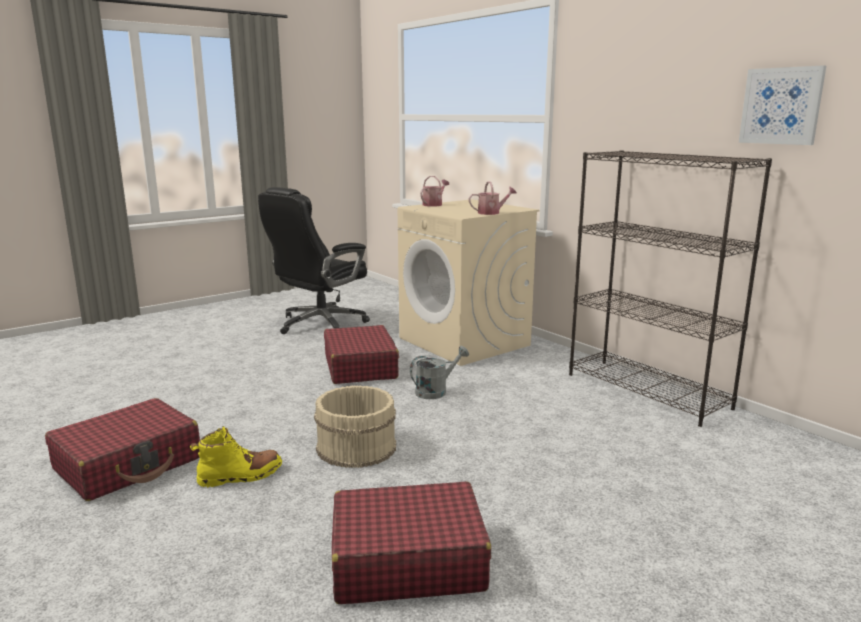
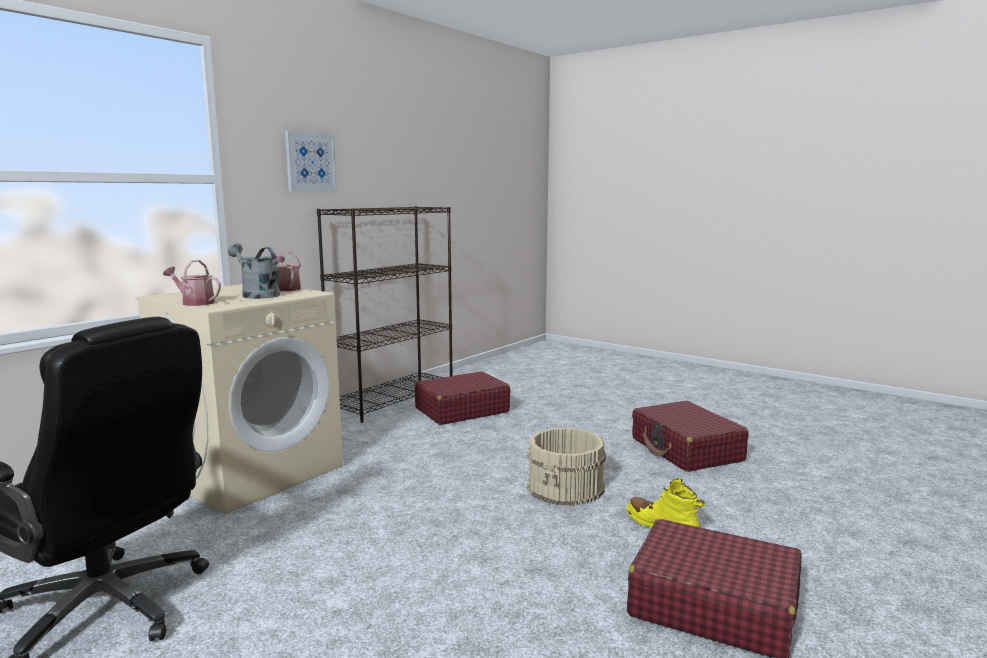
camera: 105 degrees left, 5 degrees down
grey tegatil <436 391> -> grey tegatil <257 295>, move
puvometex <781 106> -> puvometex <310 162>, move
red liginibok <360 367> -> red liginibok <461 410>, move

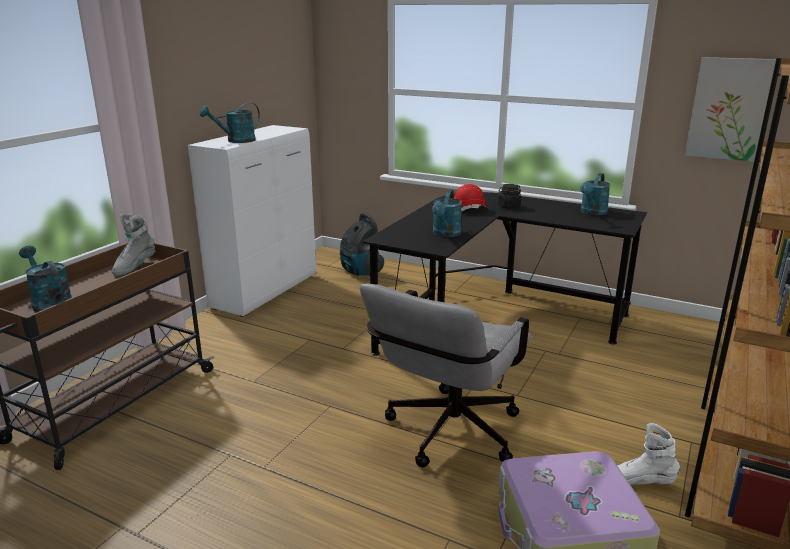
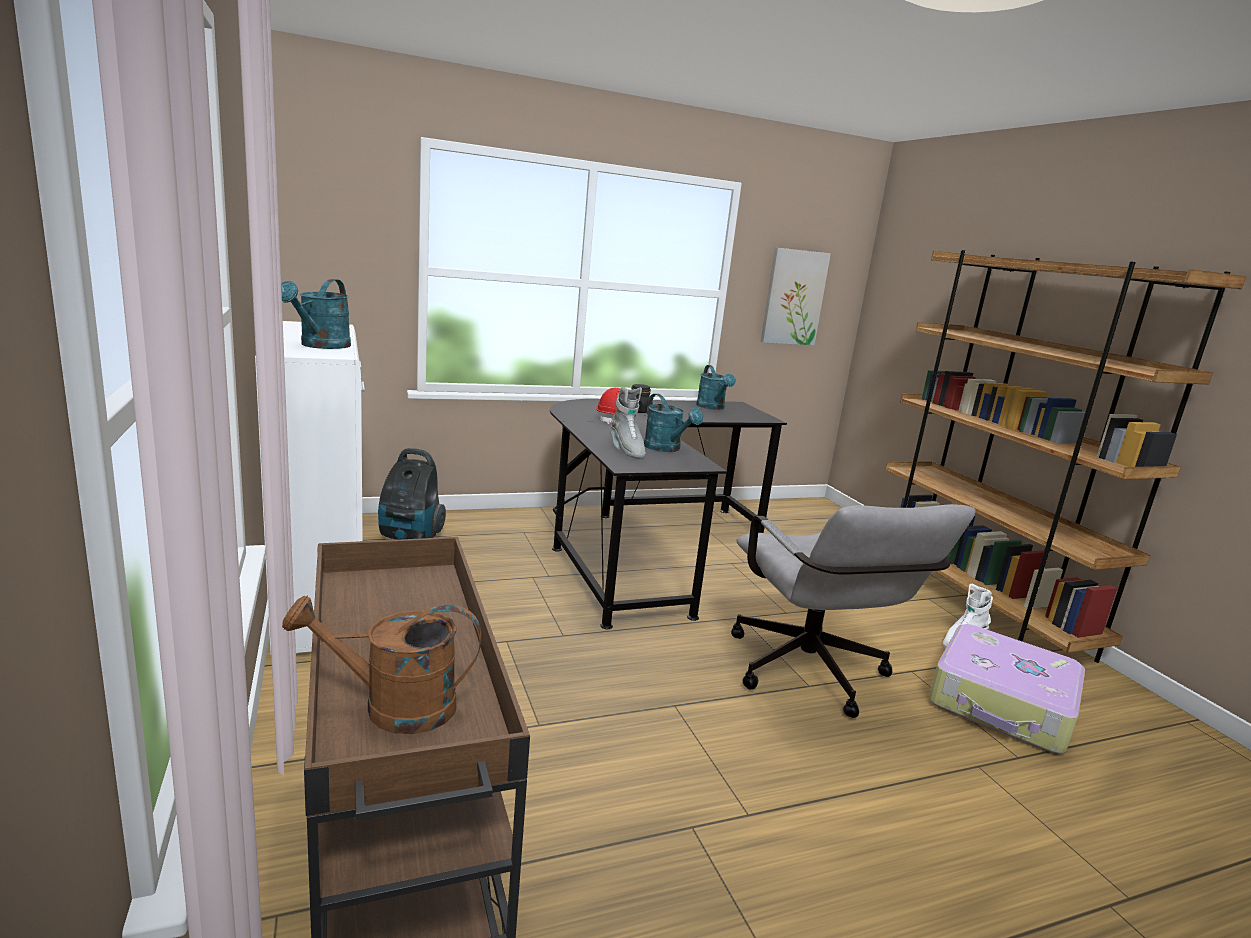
camera: 50 degrees left, 5 degrees down
turquoise tegatil <49 303> -> brown tegatil <393 707>
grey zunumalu <134 267> -> grey zunumalu <626 450>, move

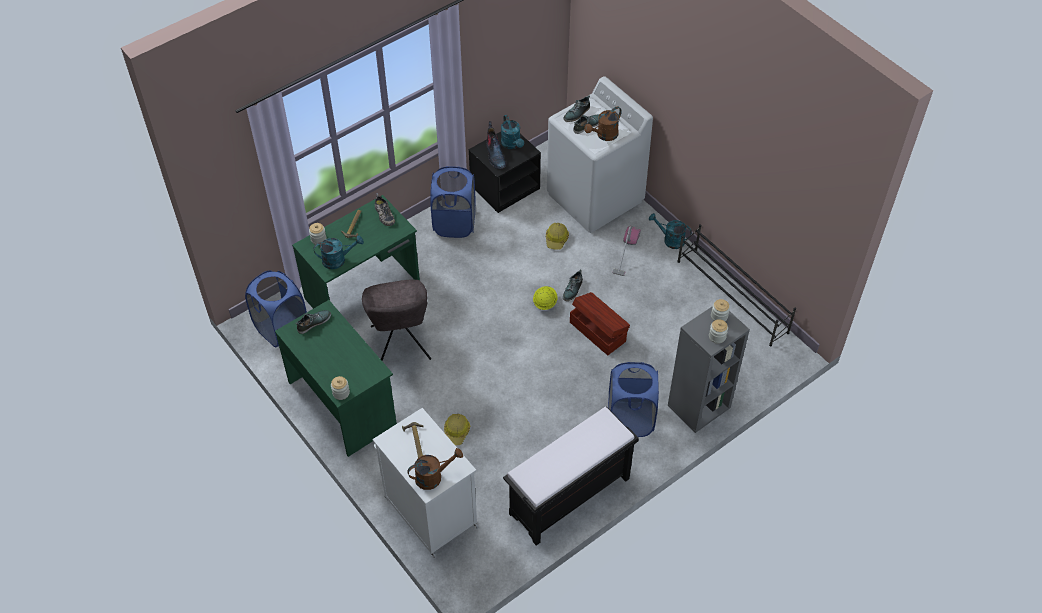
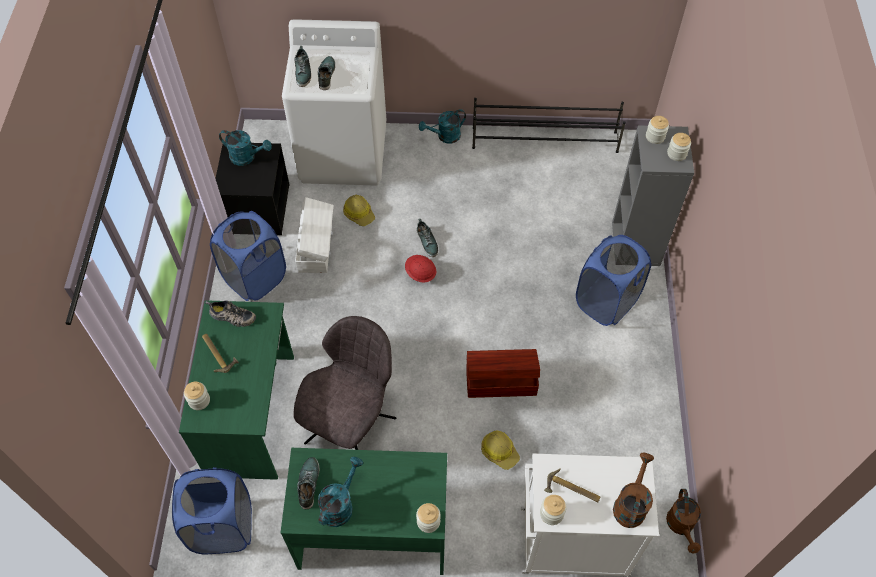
camera: 50 degrees left, 5 degrees up
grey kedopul <401 345> -> grey kedopul <353 428>, 90 degrees counterclockwise
none -> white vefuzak <316 246>
turquoise tegatil <338 260> -> turquoise tegatil <340 504>, move
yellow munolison <545 302> -> red munolison <420 273>
brown vefuzak <597 331> -> brown vefuzak <500 381>, move
none -> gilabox <551 513>
brown tegatil <604 135> -> brown tegatil <681 526>, move
zunumalu <495 155> -> none
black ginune <569 497> -> none
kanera <626 253> -> none

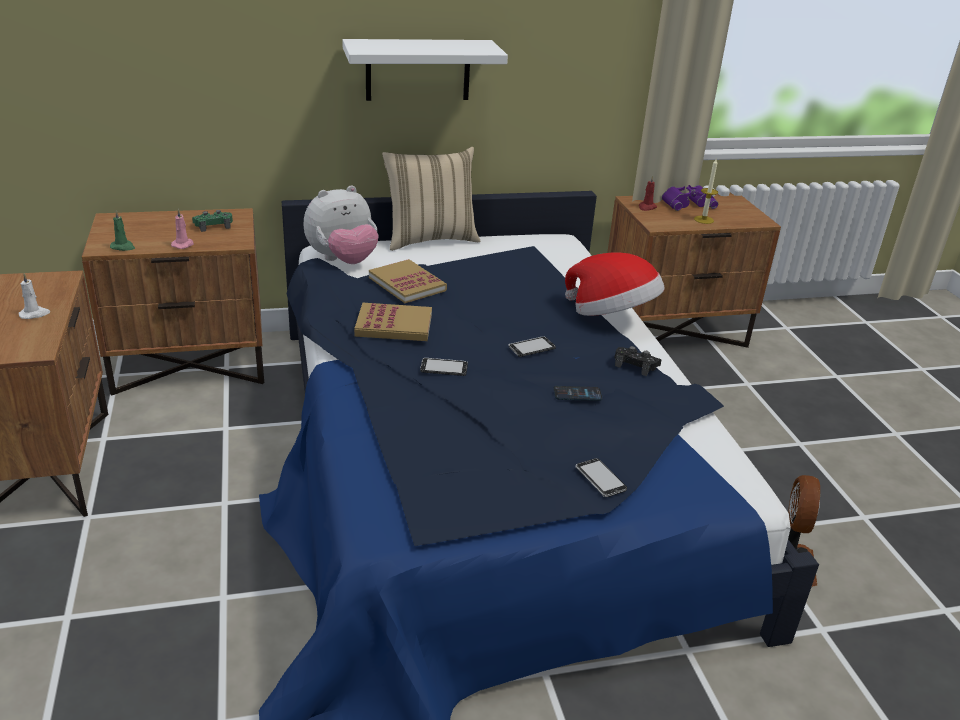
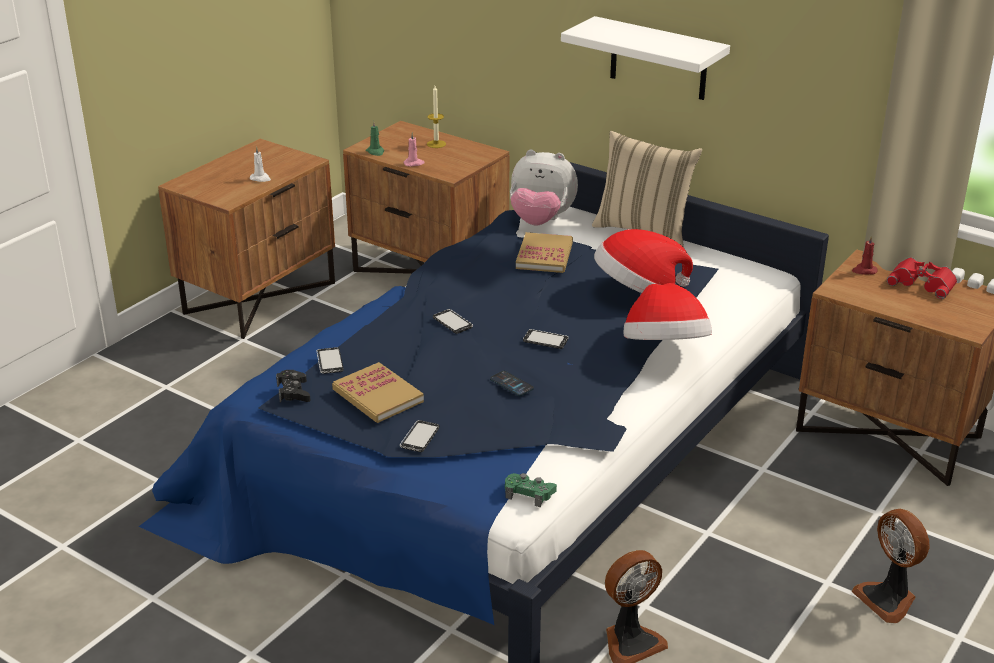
camera: 50 degrees right, 0 degrees up
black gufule <636 365> -> black gufule <293 392>, move
none -> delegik <330 362>
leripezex <394 325> -> leripezex <377 396>, move
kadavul <703 220> -> kadavul <436 144>, move
green gufule <213 225> -> green gufule <529 493>, move
none -> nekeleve <638 291>
none -> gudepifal <888 599>
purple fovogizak <686 202> -> red fovogizak <923 282>

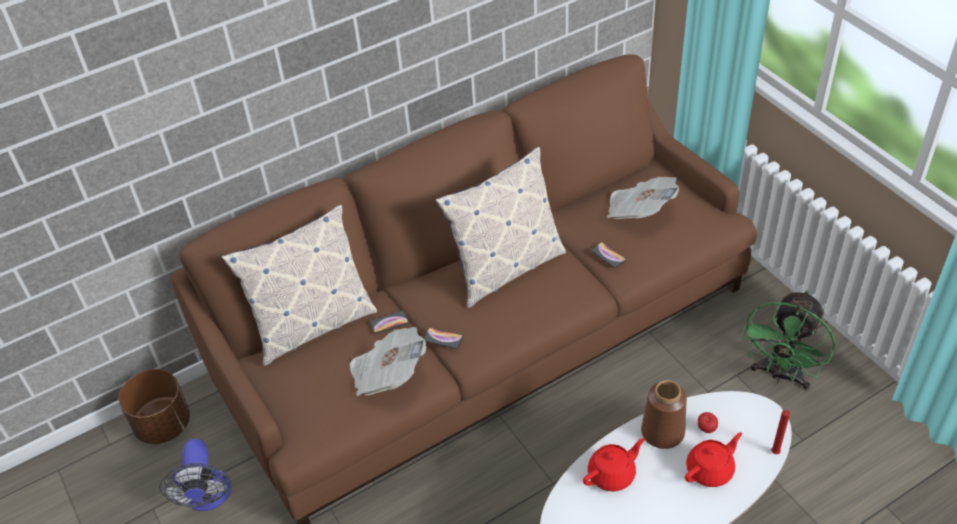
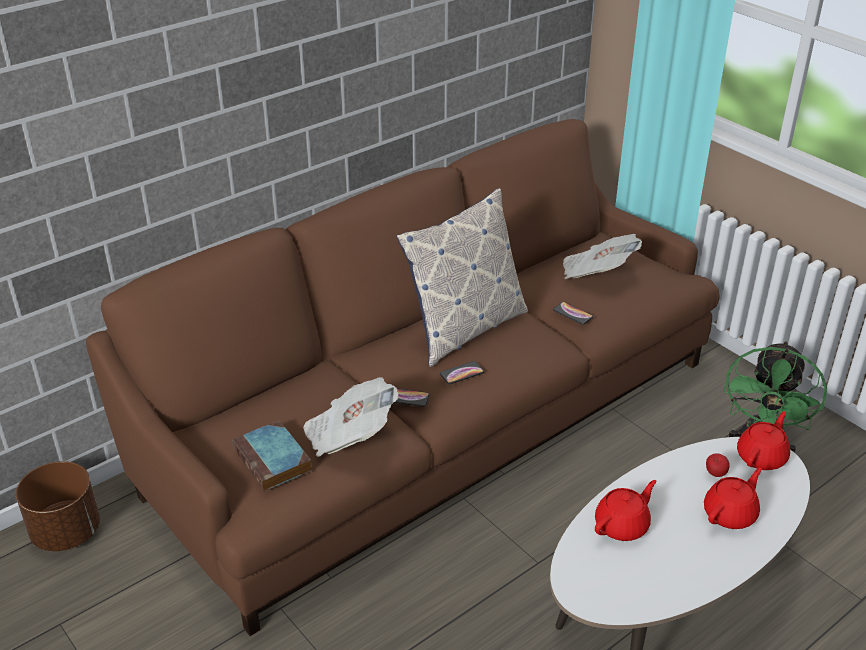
camera: 10 degrees left, 10 degrees down
none -> leripezex <273 461>
delegik <389 322> -> delegik <462 373>, move
none -> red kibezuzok <762 457>
gudepifal <208 498> -> none
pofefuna <312 325> -> none
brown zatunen <662 432> -> none
red kadavul <773 451> -> none

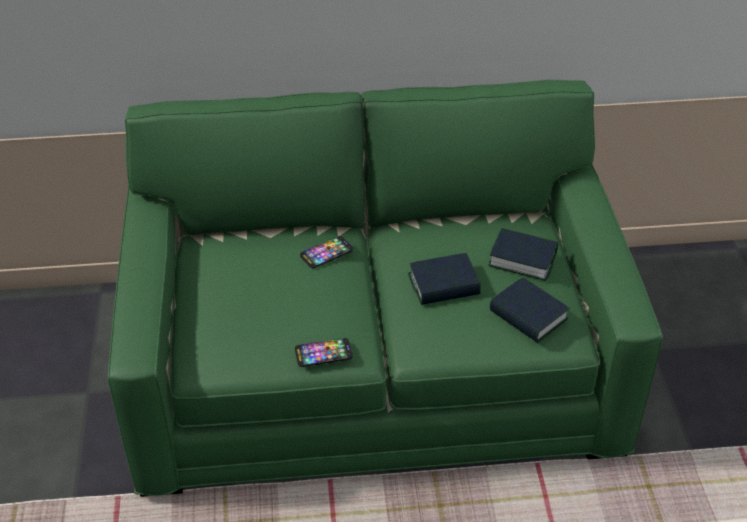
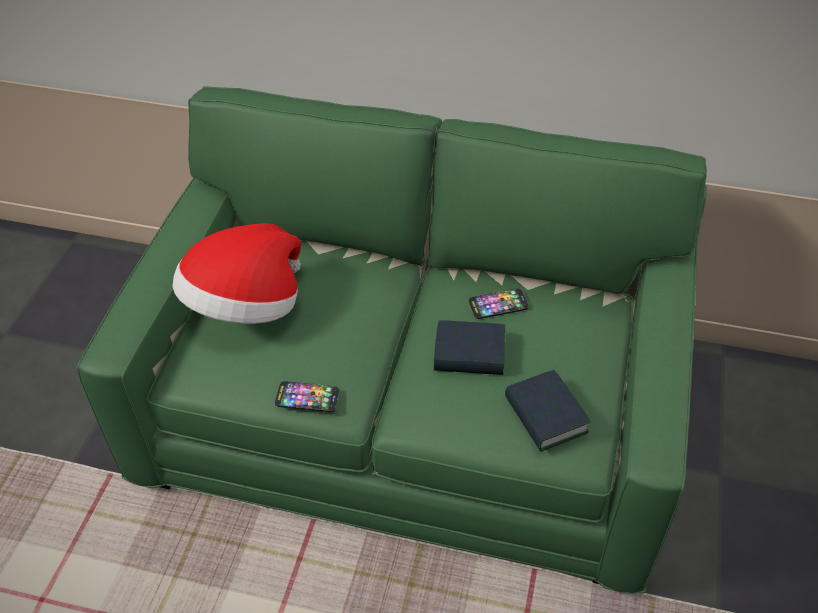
camera: 20 degrees right, 5 degrees up
none -> nekeleve <246 307>
delegik <326 253> -> delegik <498 305>, move
leripezex <522 259> -> none

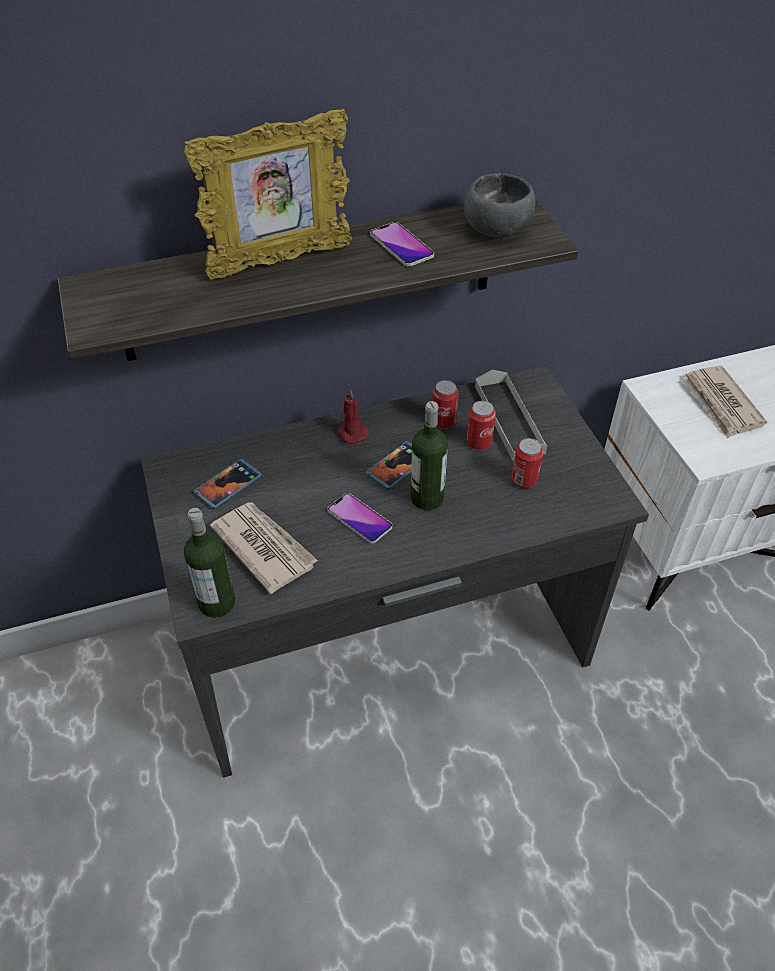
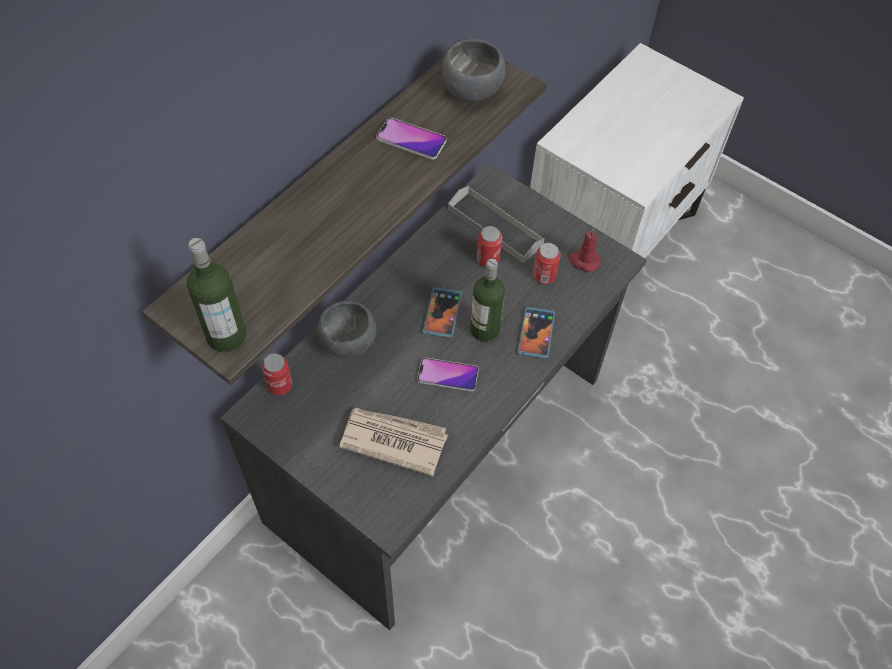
camera: 35 degrees left, 10 degrees up
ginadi <217 602> -> ginadi <226 336>, move
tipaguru <443 421> -> tipaguru <280 385>, move
none -> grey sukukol <347 341>
delegik <228 485> -> delegik <536 334>, move
red kadavul <351 432> -> red kadavul <583 260>, move
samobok <280 261> -> none
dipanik <721 404> -> none

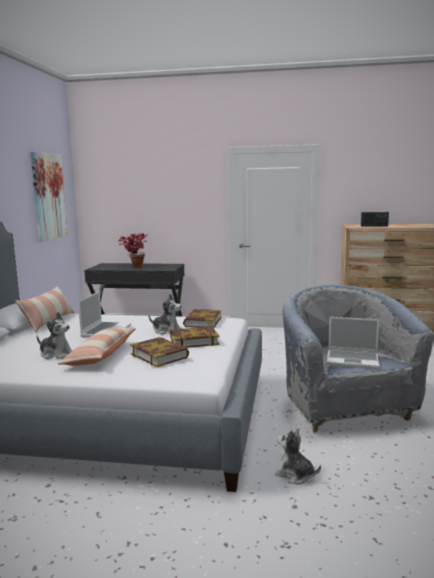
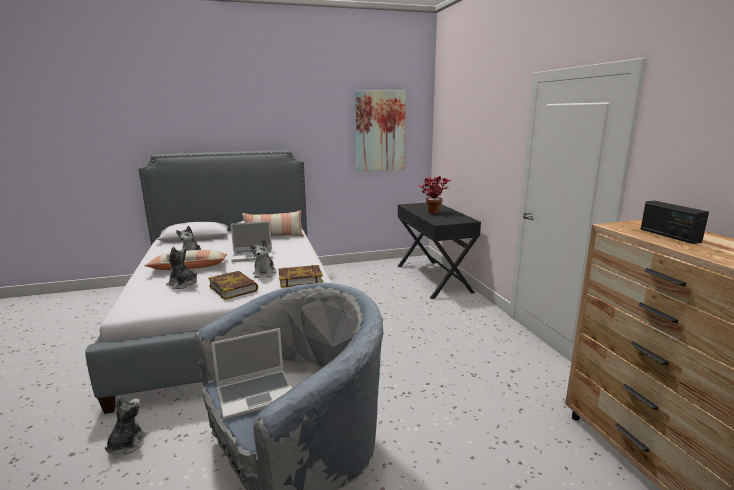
camera: 65 degrees right, 5 degrees up
leripezex <159 356> -> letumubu <183 284>
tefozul <353 360> -> tefozul <256 394>, 105 degrees counterclockwise

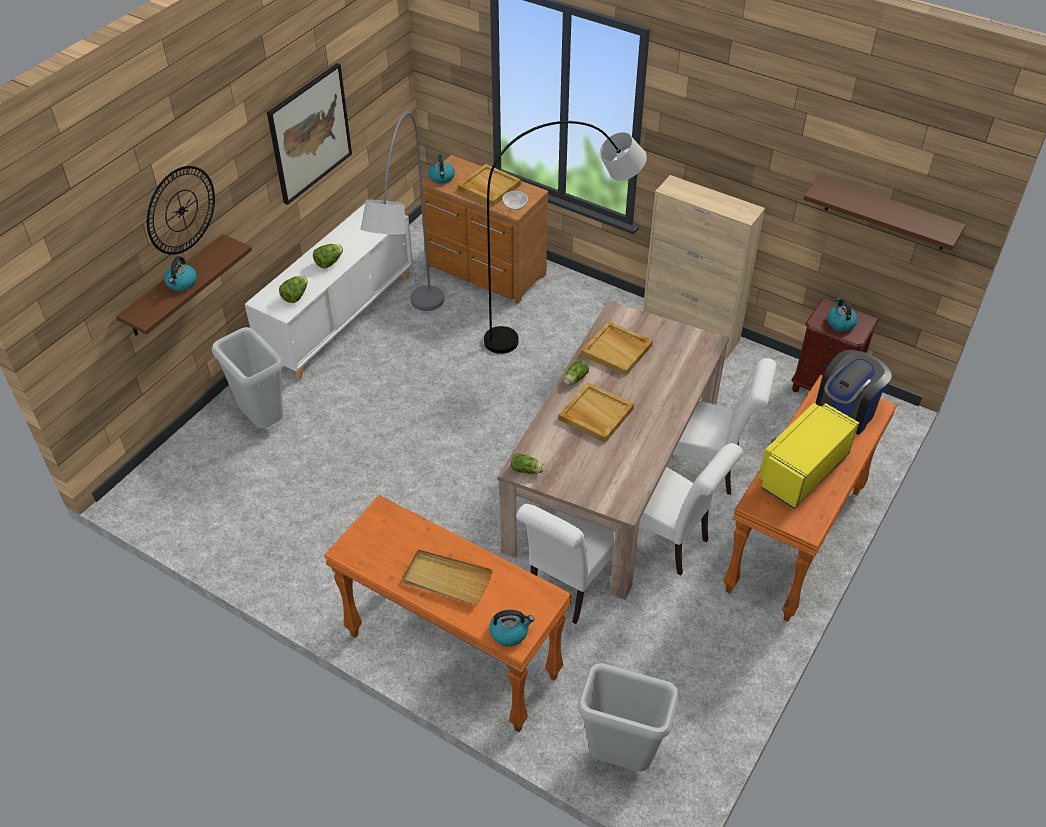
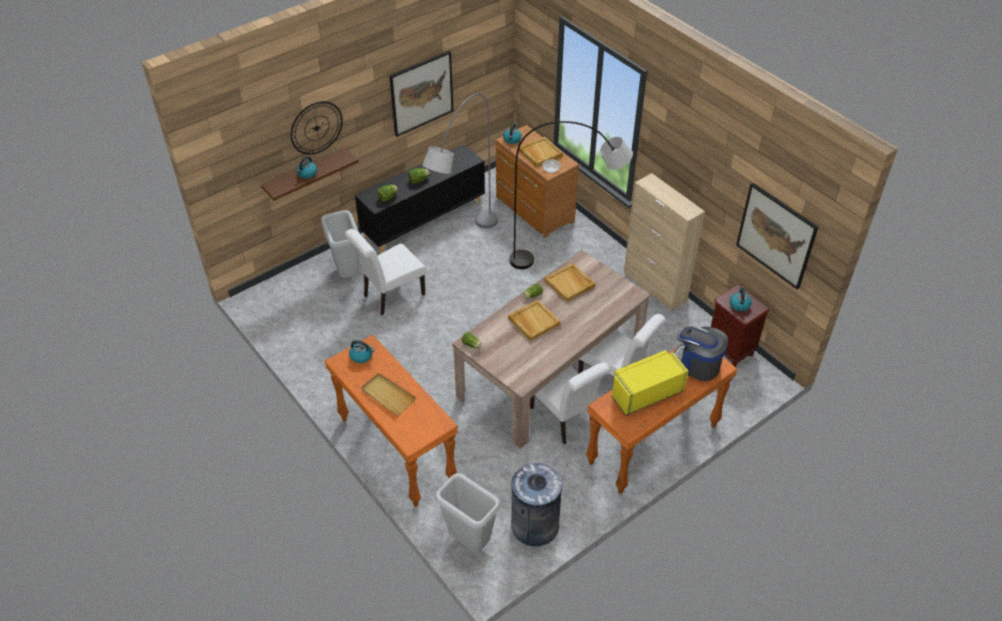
camera: 20 degrees right, 0 degrees up
white kedopul <570 586> -> white kedopul <390 296>, move
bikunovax <510 632> -> bikunovax <361 356>, move
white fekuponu <339 318> -> black fekuponu <424 218>
none -> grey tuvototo <534 526>
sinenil <844 413> -> sinenil <697 365>, 60 degrees clockwise
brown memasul <886 214> -> puvometex <776 235>

